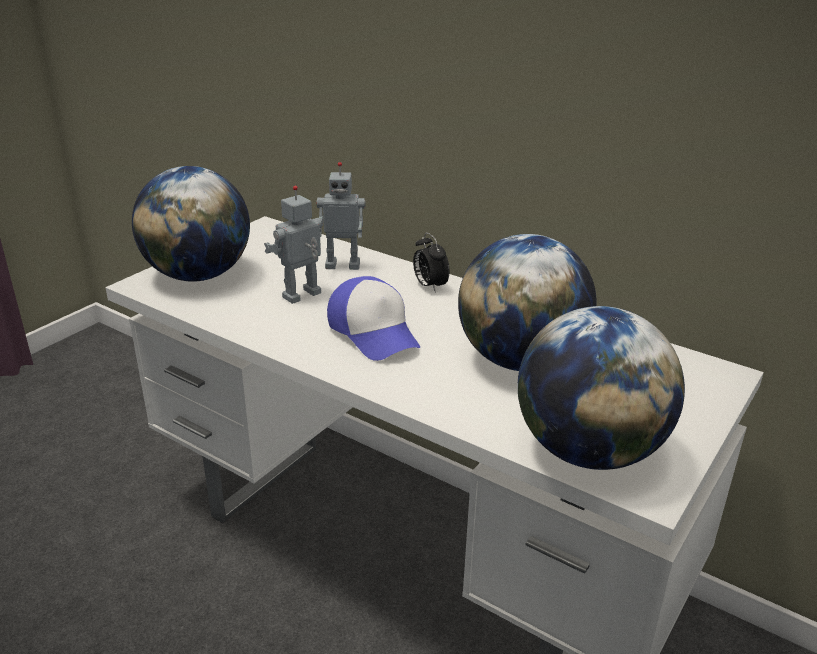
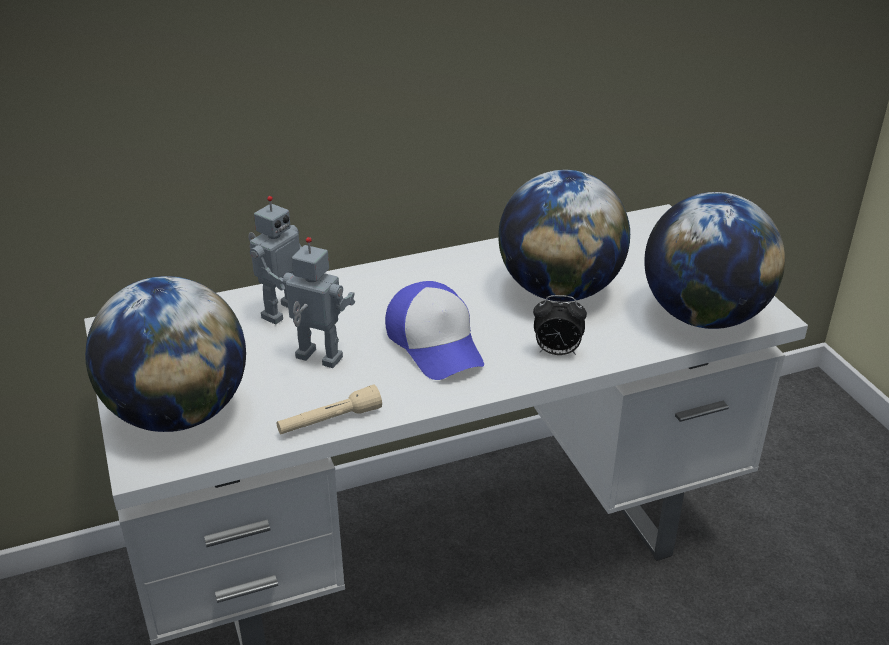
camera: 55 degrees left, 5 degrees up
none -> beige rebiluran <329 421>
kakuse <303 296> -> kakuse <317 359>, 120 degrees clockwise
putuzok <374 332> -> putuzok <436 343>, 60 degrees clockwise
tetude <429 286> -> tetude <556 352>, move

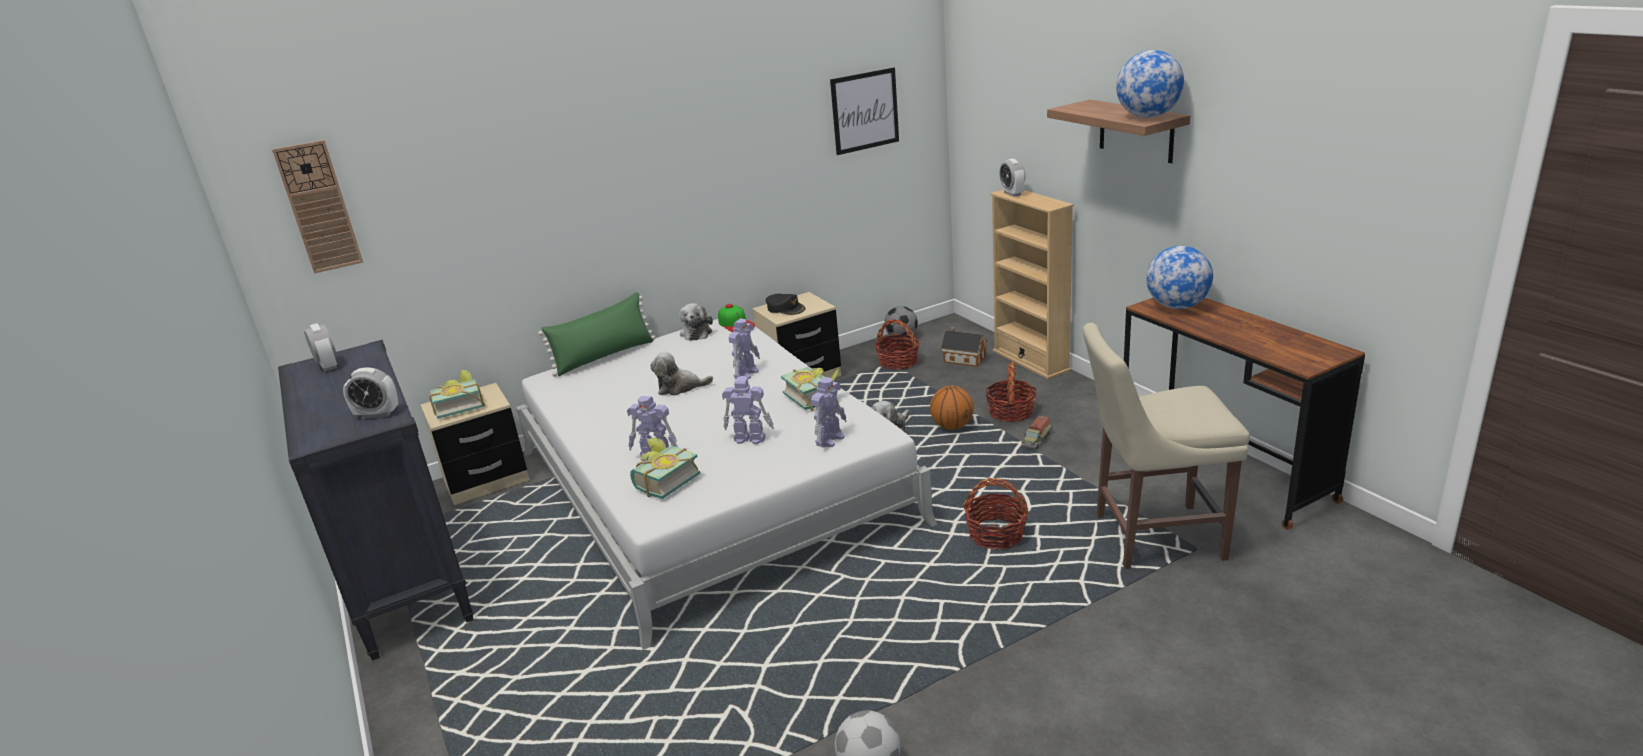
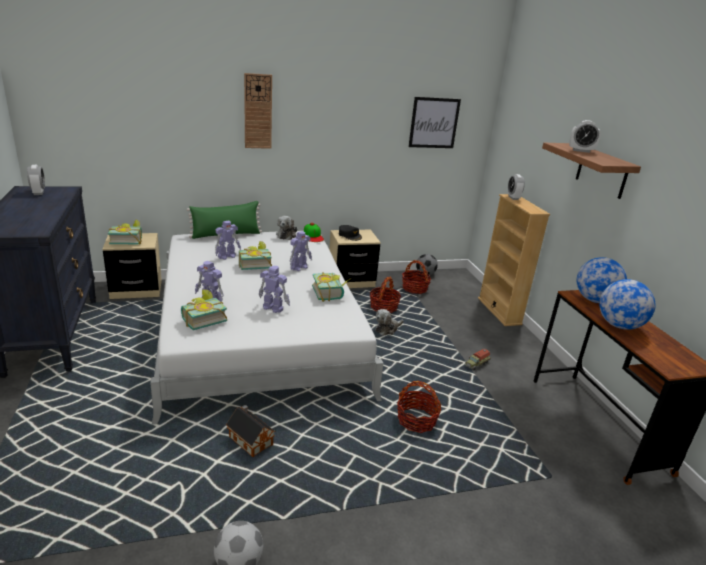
camera: 10 degrees right, 0 degrees up
kakuse <830 439> -> kakuse <227 256>, move
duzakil <963 359> -> duzakil <250 440>, move
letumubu <680 387> -> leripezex <254 264>
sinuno <319 207> -> sinuno <258 111>, move
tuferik <1011 412> -> tuferik <383 307>, move
tetude <377 414> -> tetude <581 151>, move
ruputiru <1147 117> -> ruputiru <619 326>, move
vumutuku <952 426> -> none
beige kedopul <1151 536> -> none

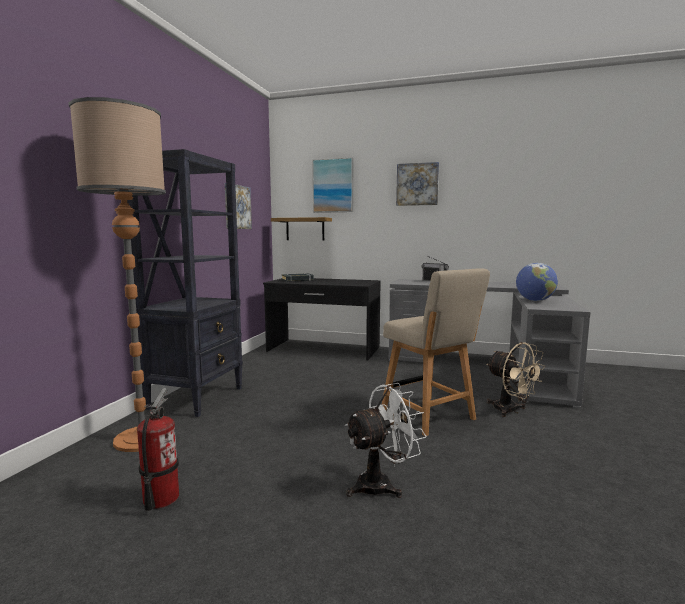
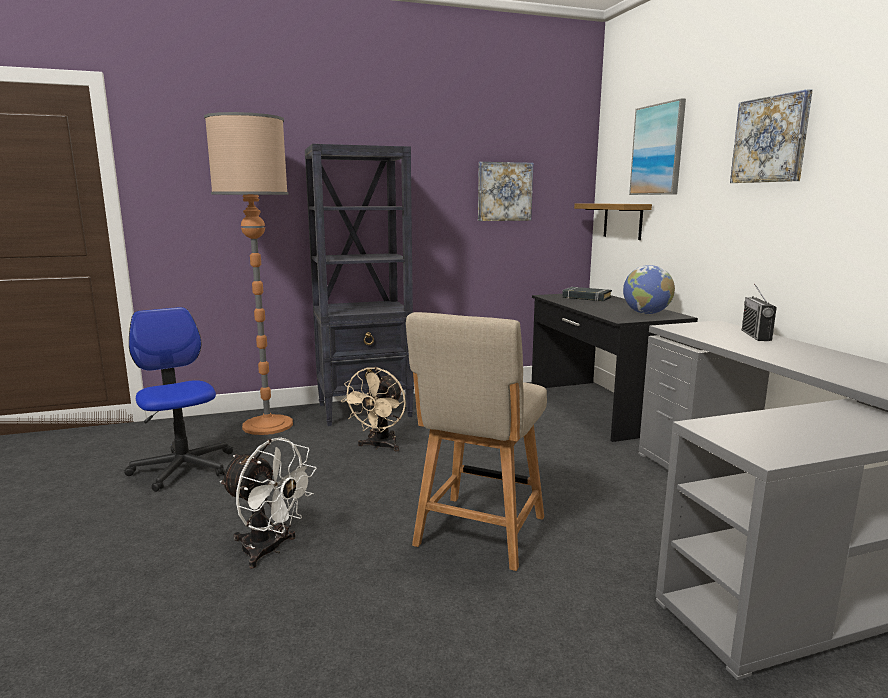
camera: 55 degrees right, 5 degrees up
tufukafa <160 499> -> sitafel <183 468>
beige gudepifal <511 411> -> beige gudepifal <379 446>, move
ruputiru <535 300> -> ruputiru <646 313>, move

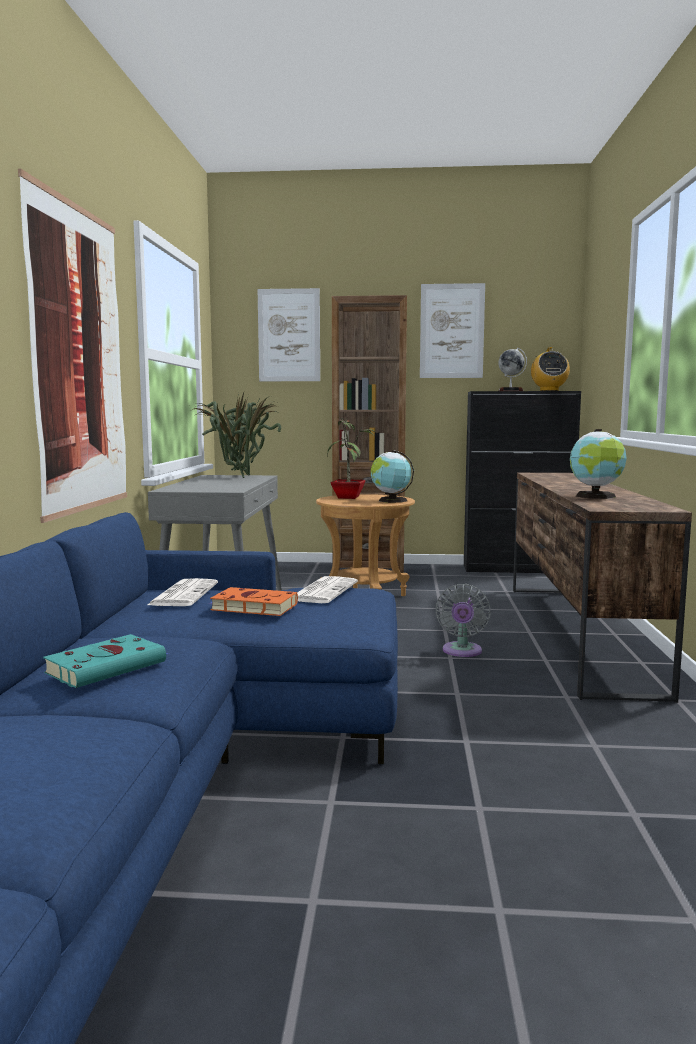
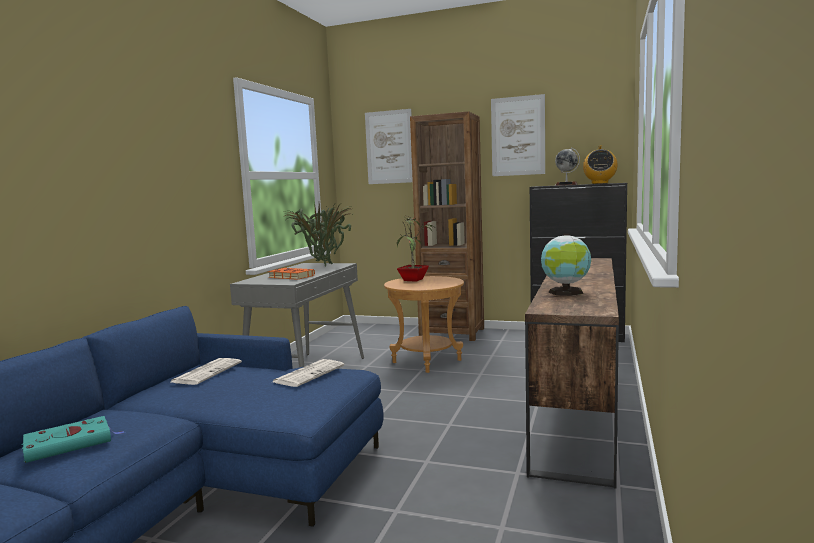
camera: 15 degrees right, 0 degrees up
orange leripezex <252 607> -> orange leripezex <290 276>, move
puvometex <80 360> -> none
ruputiru <390 500> -> none
grey gudepifal <461 652> -> none

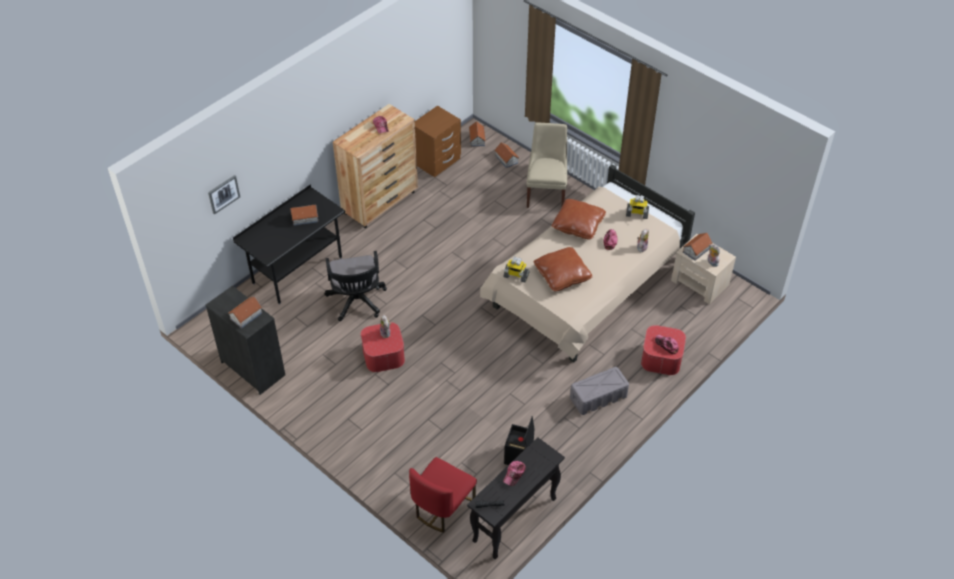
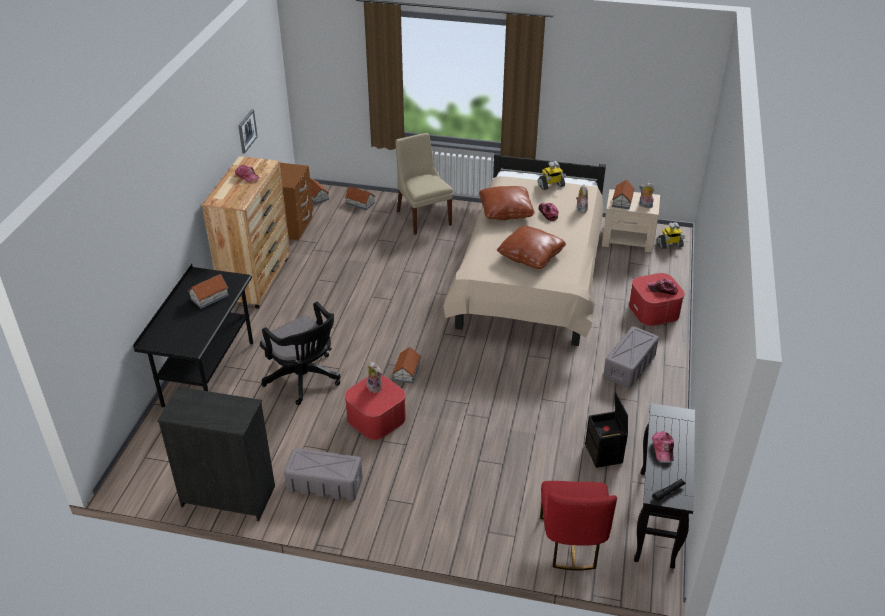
camera: 30 degrees left, 10 degrees down
puvometex <223 194> -> puvometex <247 131>, move
none -> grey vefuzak <324 484>
duzakil <245 316> -> duzakil <406 372>, move
kakuse <516 276> -> kakuse <669 245>, move

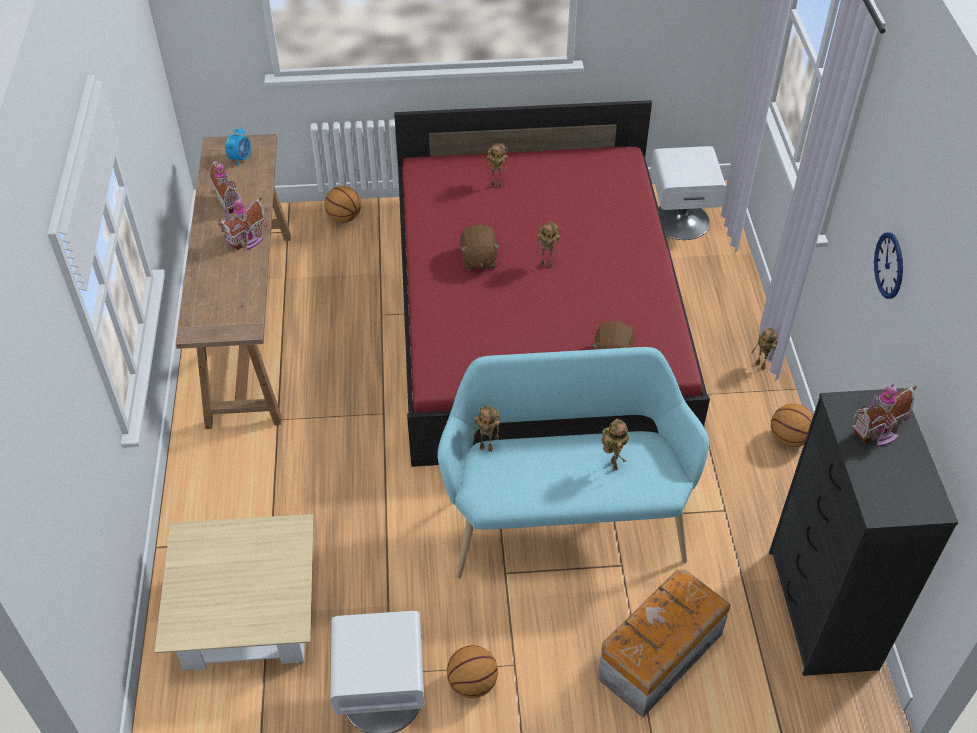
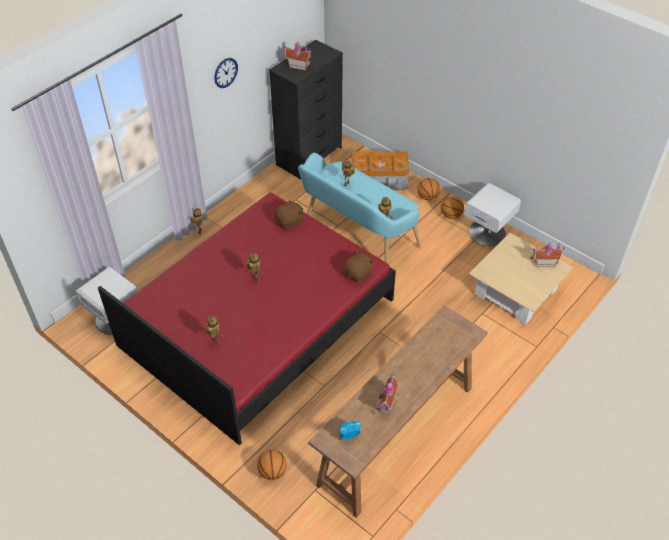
camera: 135 degrees left, 0 degrees up
brown letumubu <478 259> -> brown letumubu <358 273>, move
vumutuku <788 439> -> vumutuku <428 197>, move
duzakil <248 241> -> duzakil <544 262>, move

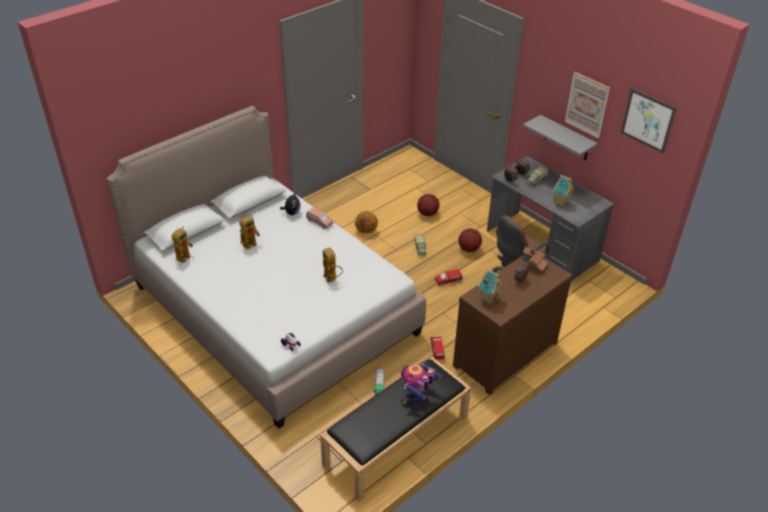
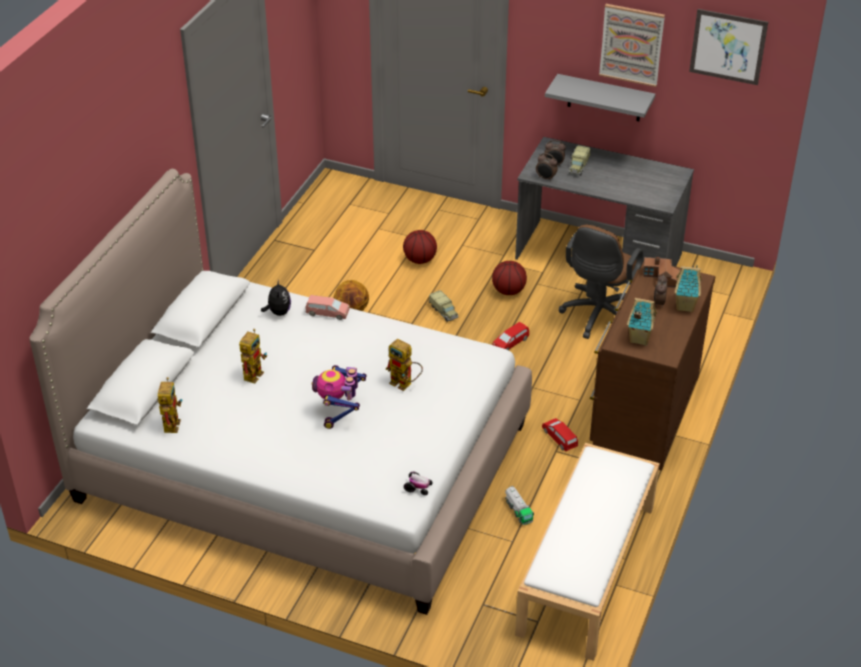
camera: 25 degrees left, 0 degrees up
kakuse <418 395> -> kakuse <340 412>, move
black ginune <396 441> -> white ginune <587 570>
duzakil <561 202> -> duzakil <686 306>, move

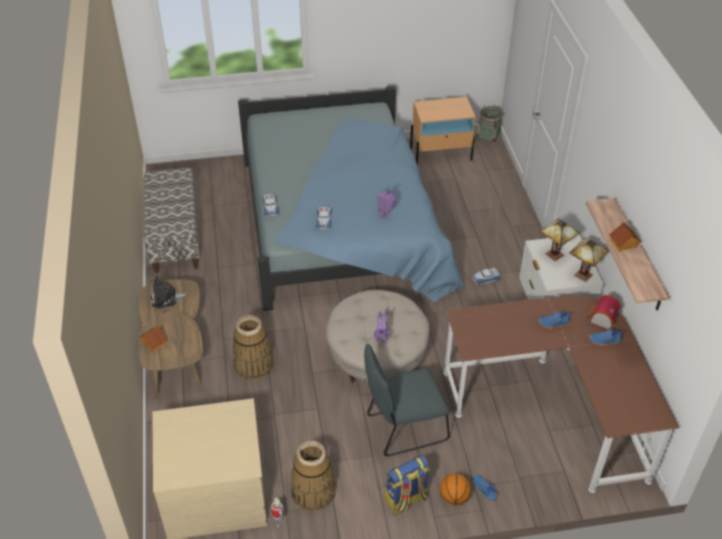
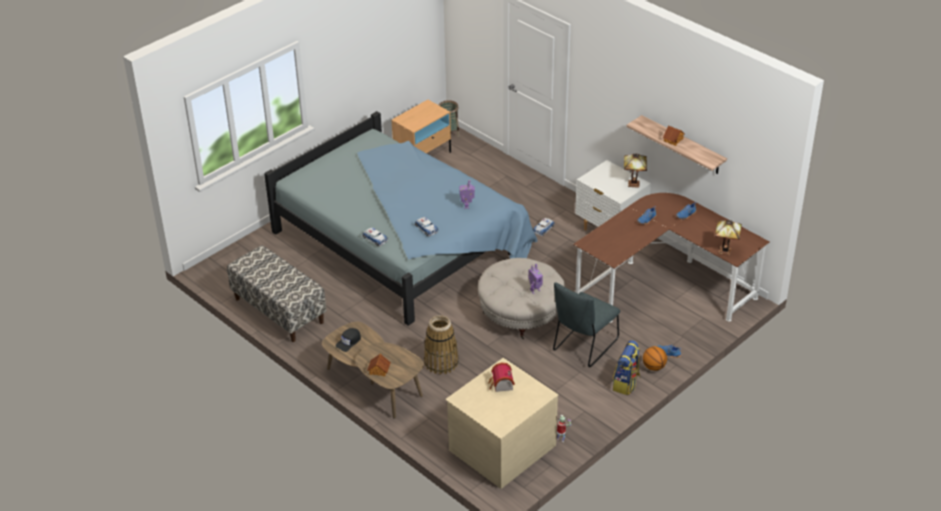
camera: 35 degrees left, 5 degrees down
letumubu <166 298> -> black putuzok <348 342>
duzakil <601 319> -> duzakil <501 385>, move
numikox <556 255> -> numikox <726 251>, move
tuferik <313 492> -> none

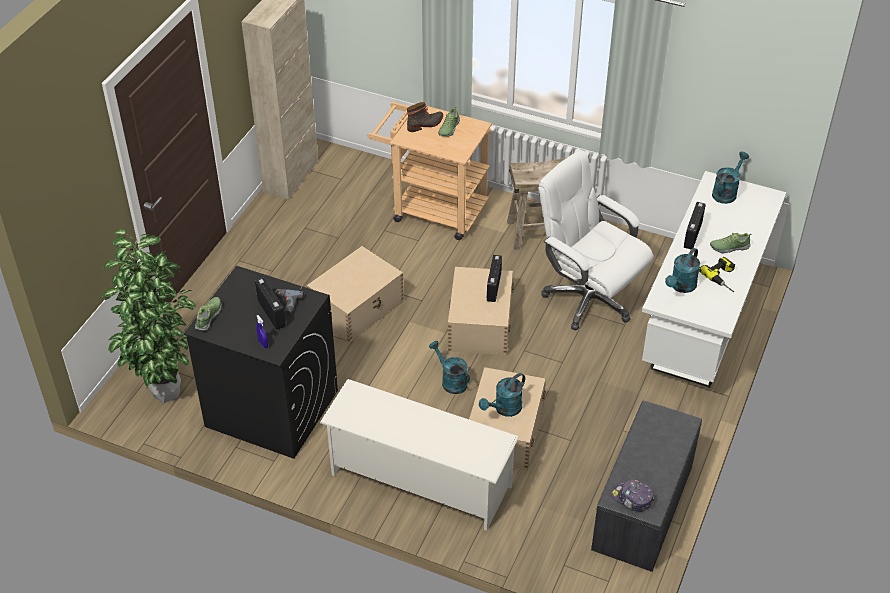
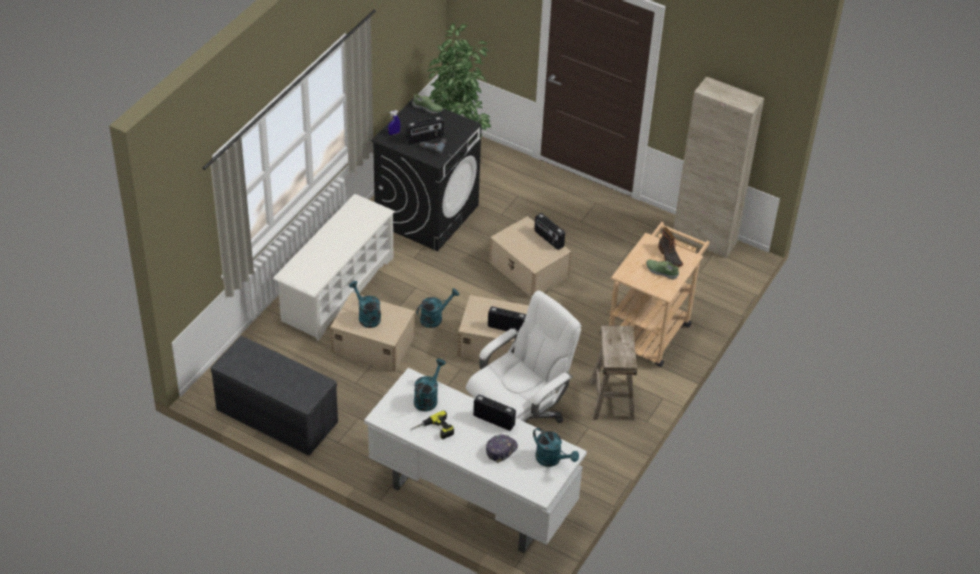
camera: 95 degrees right, 0 degrees up
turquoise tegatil <681 287> -> turquoise tegatil <428 398>, 75 degrees clockwise
putuzok <632 498> -> putuzok <501 450>, move
none -> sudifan <548 239>
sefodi <729 247> -> none

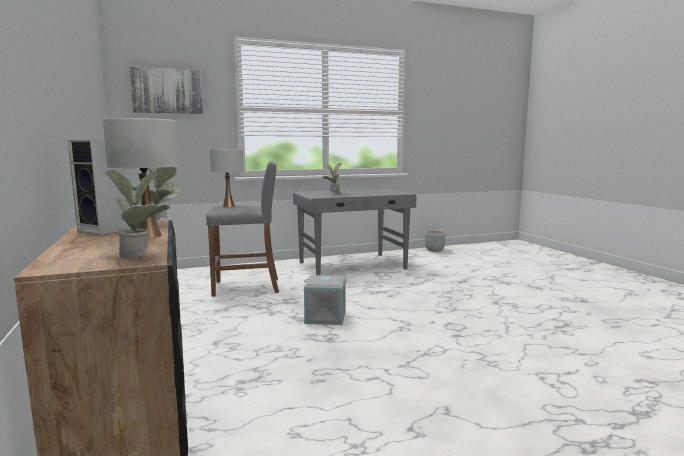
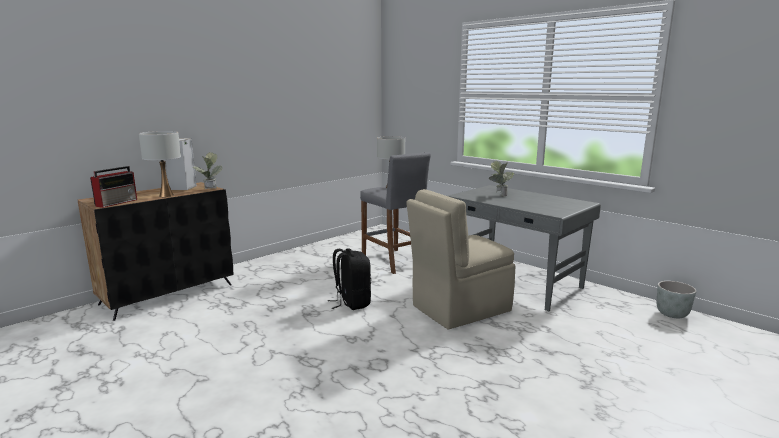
camera: 65 degrees right, 5 degrees up
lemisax <141 254> -> sudifan <117 202>
grey vefuzak <325 317> -> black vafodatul <352 303>
none -> beige kedopul <458 309>
puvometex <167 91> -> none

